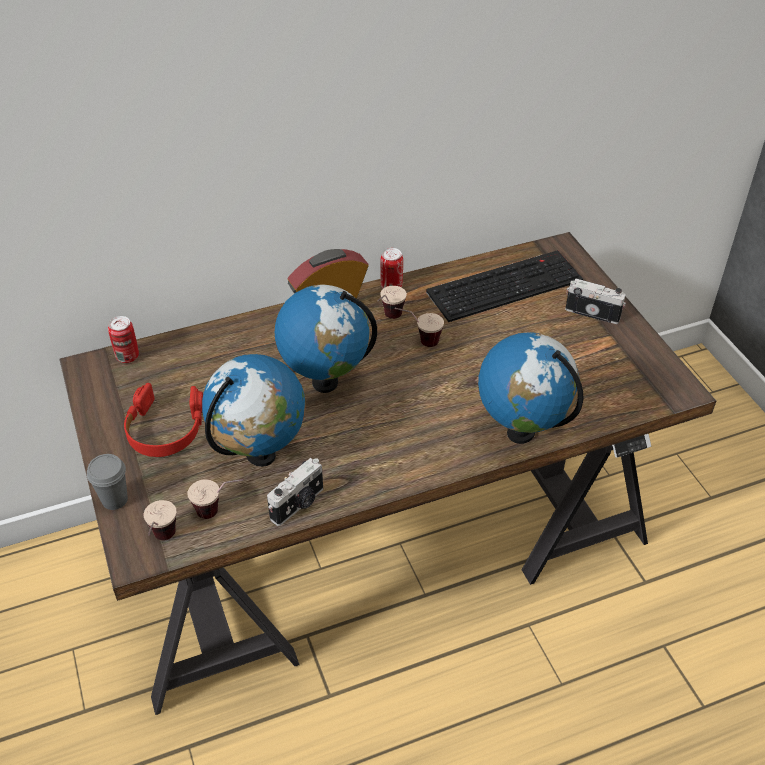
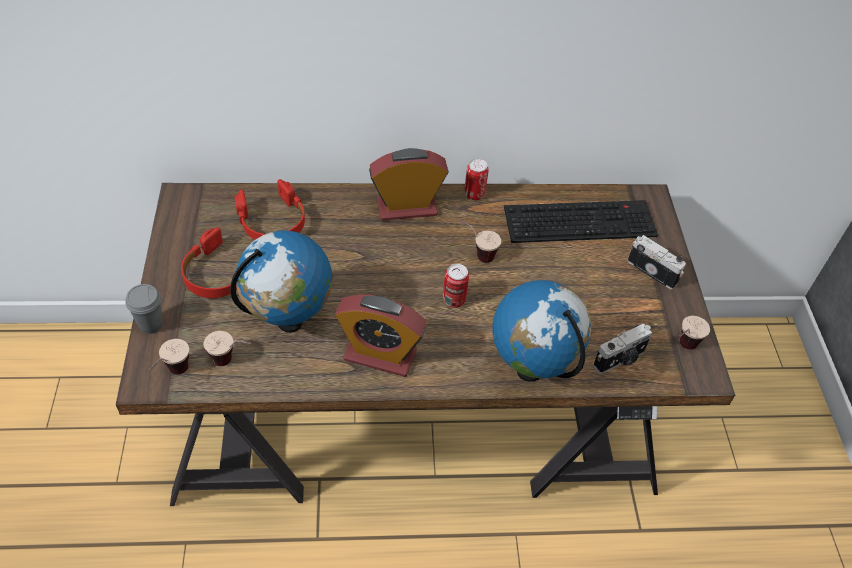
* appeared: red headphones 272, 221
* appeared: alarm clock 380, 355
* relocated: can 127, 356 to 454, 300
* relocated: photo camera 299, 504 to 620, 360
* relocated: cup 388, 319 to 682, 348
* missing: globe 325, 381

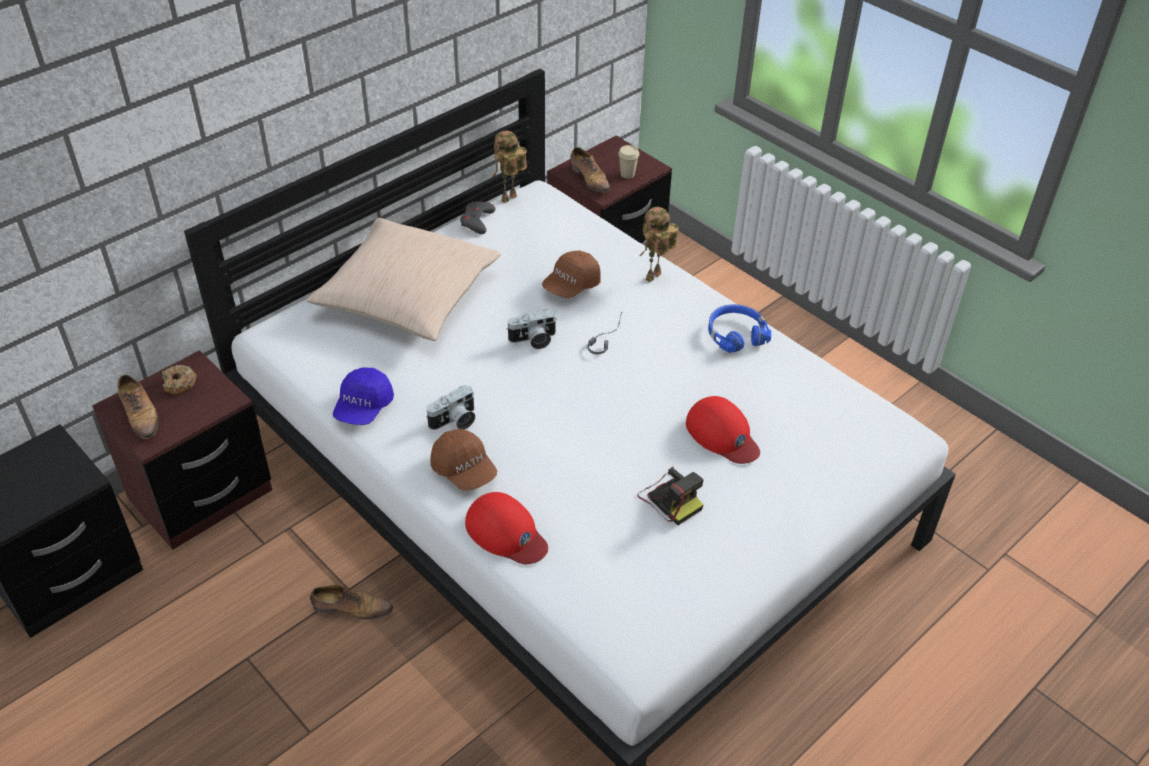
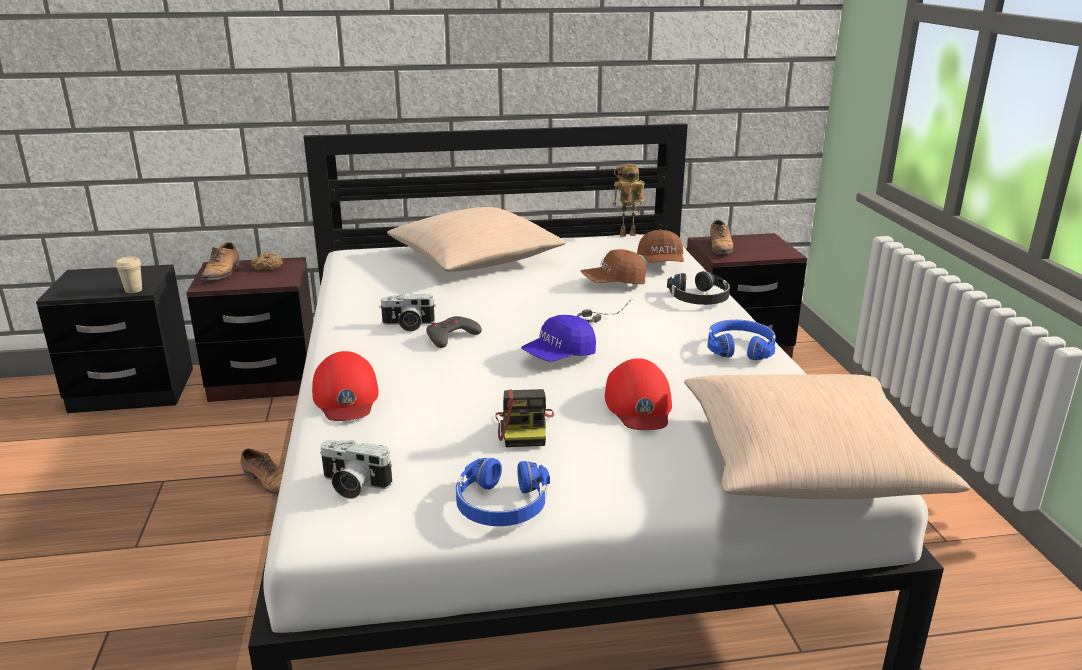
* relocated: beige cup 627, 174 to 133, 290
* relocated: photo camera 533, 340 to 353, 485
* relocated: grey game controller 477, 221 to 451, 336
* appeared: blue headphones 501, 505
* relocated: blue cap 363, 407 to 559, 356
* relocated: brown cap 464, 470 to 661, 262
* exchanged: toy robot 654, 278 to black headphones 699, 298
* appeared: beige pillow 805, 461

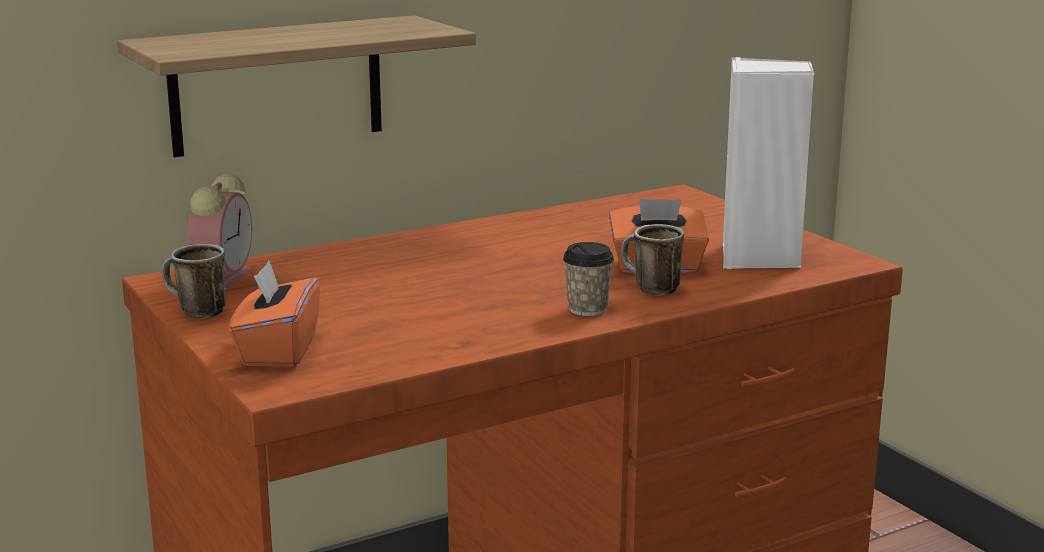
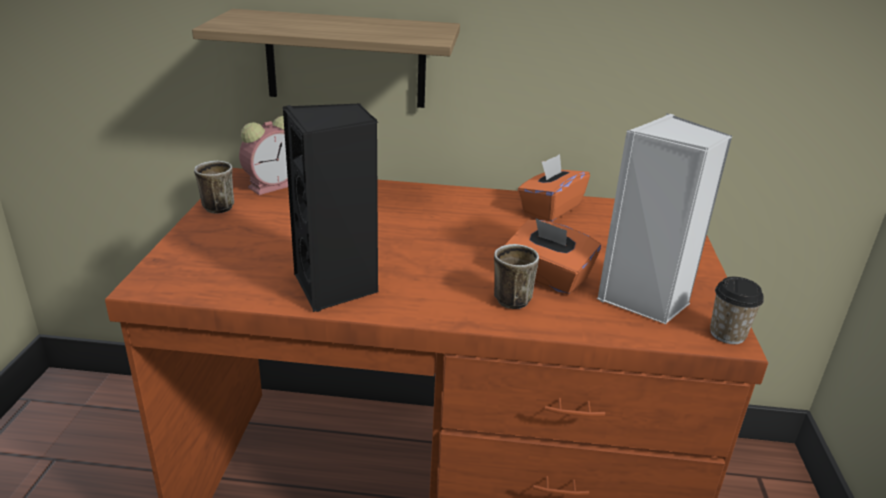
* appeared: black speaker 336, 287
* relocated: orange tissue box 278, 350 to 550, 209
* relocated: cup 587, 309 to 727, 334

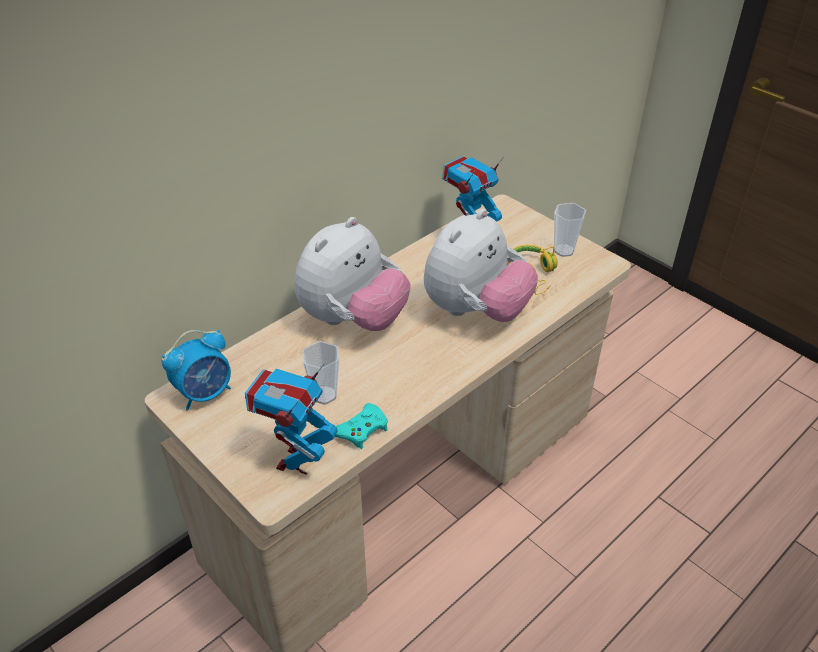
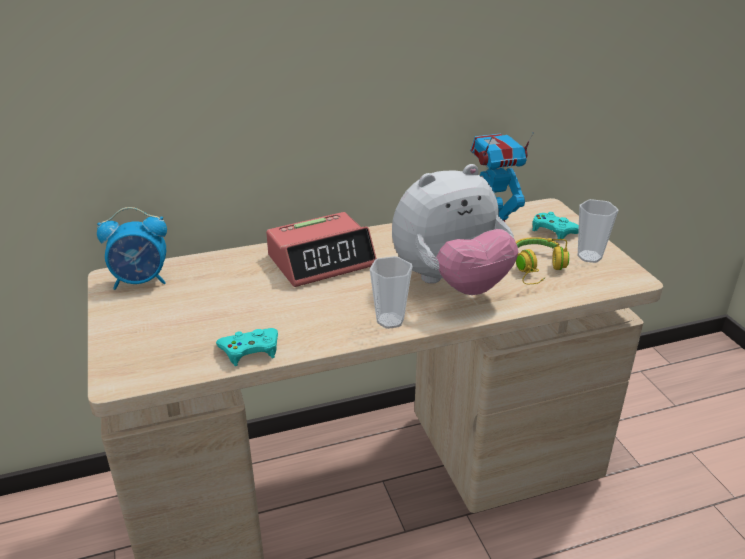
* exchanged: plush toy 353, 319 to alarm clock 322, 260
* relocated: cup 324, 395 to 390, 321
* appeared: turquoise game controller 554, 230
* missing: toy robot 297, 460

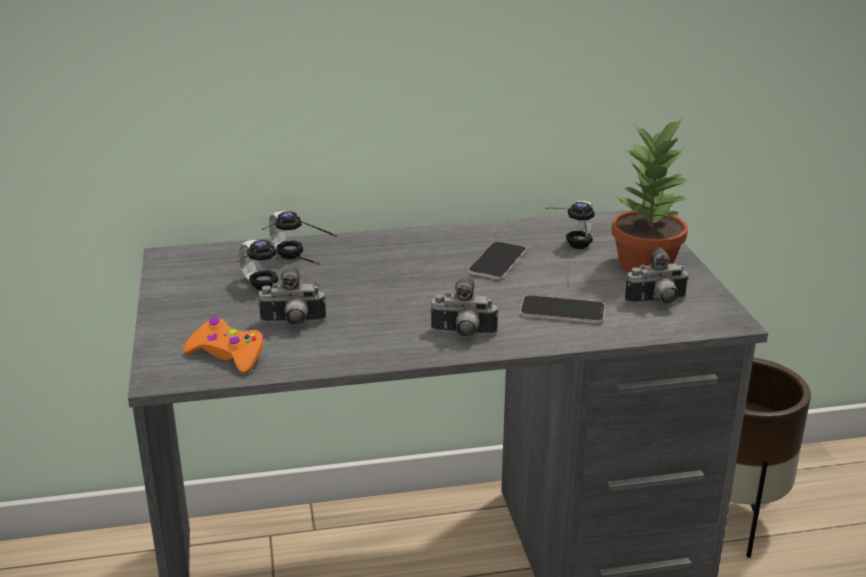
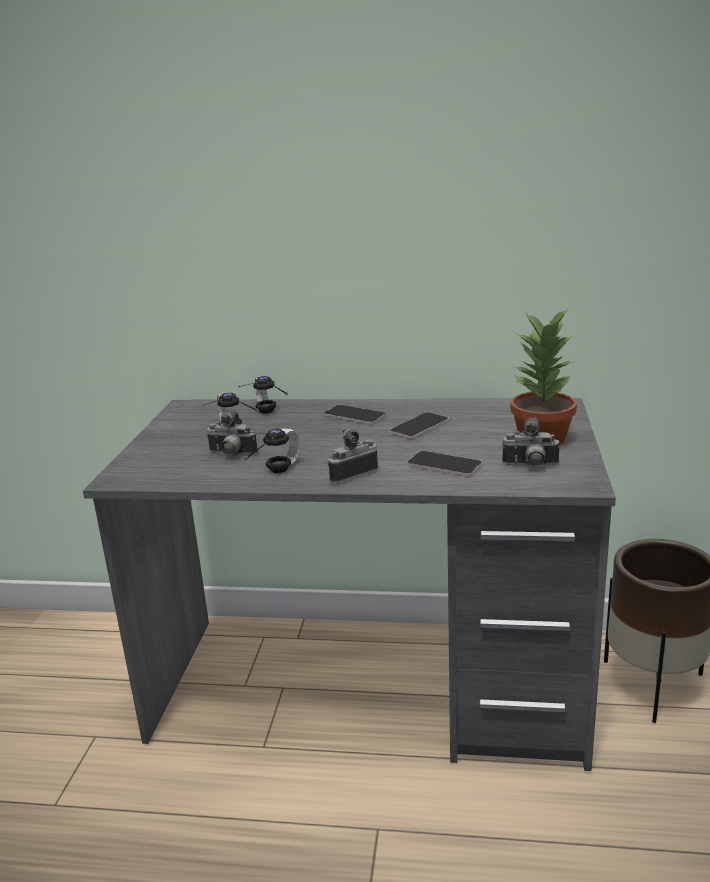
* relocated: headphones 567, 252 to 262, 474
* appeared: phone 354, 415
* spun: photo camera 463, 335 = 351, 474 120 degrees clockwise
* missing: orange game controller 227, 355

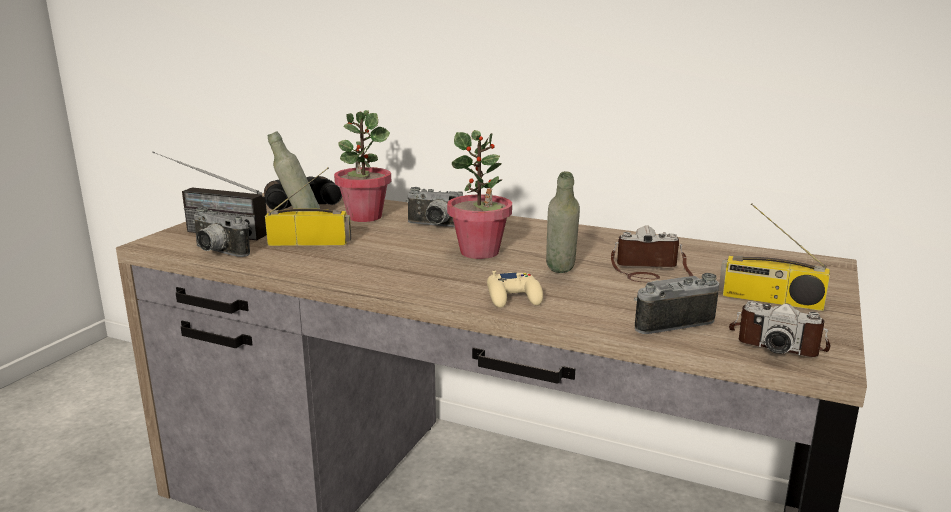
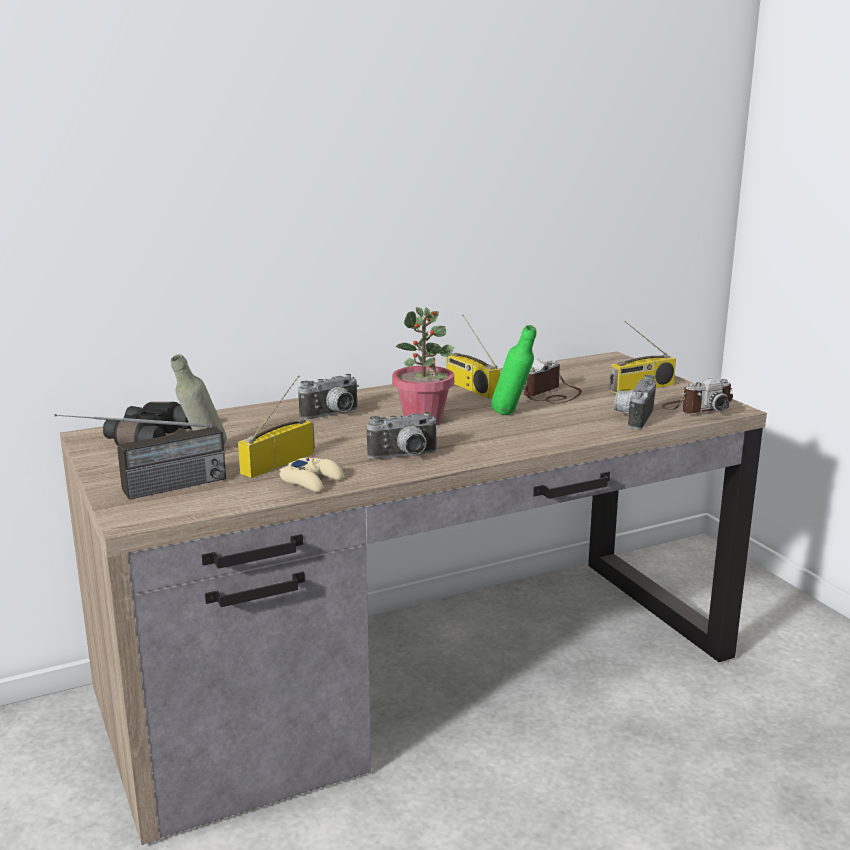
* relocated: beige game controller 514, 297 to 312, 481
* relocated: photo camera 216, 252 to 405, 457
* appeared: radio 470, 388
* colour: grey bottle 560, 274 to green bottle 512, 415
* missing: potted plant 364, 217

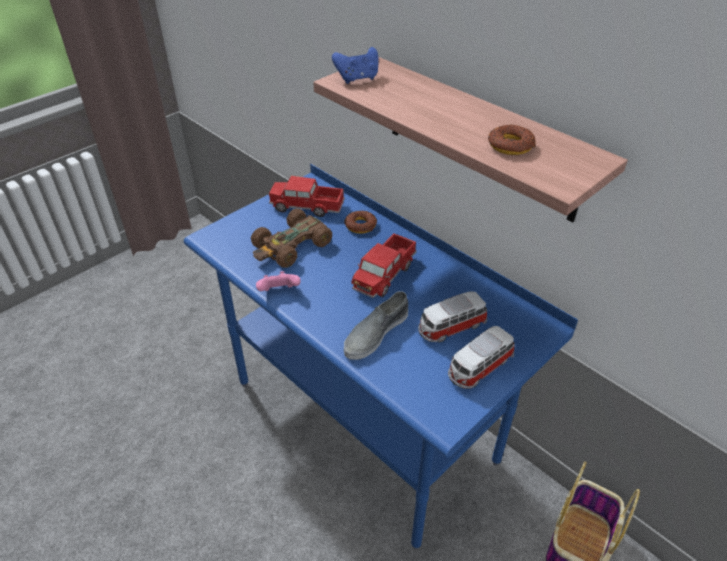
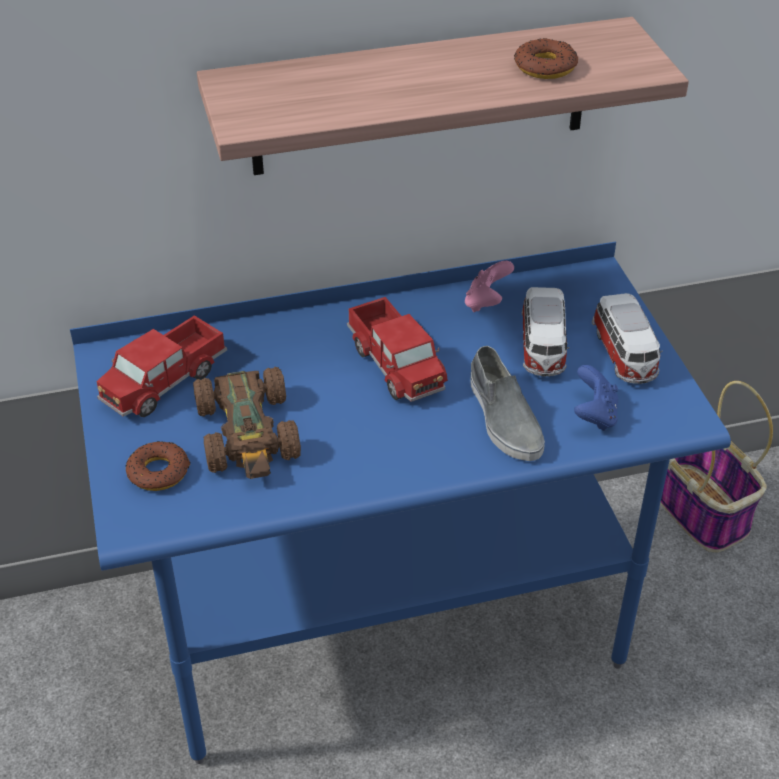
* relocated: donut 360, 225 to 158, 472
* relocated: pink game controller 279, 292 to 487, 302
* relocated: blue game controller 357, 79 to 594, 415

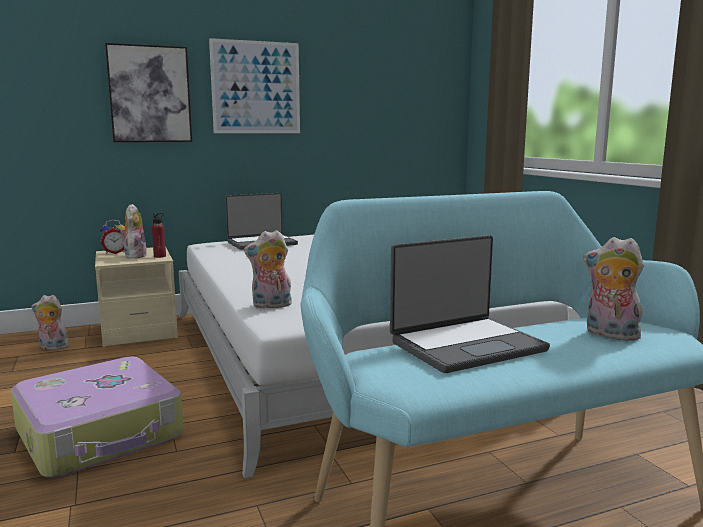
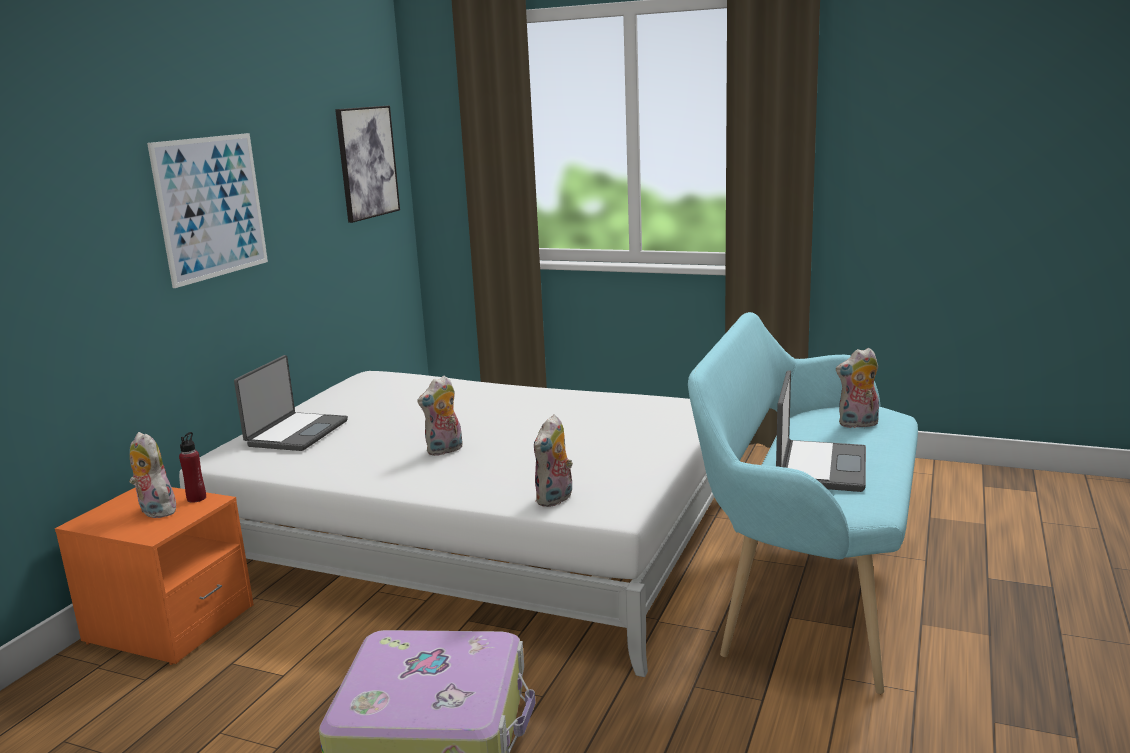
* colour: beige nightstand 139, 331 to orange nightstand 169, 624
* relocated: picture 150, 94 to 367, 162
* relocated: plush toy 52, 347 to 445, 450
* missing: alarm clock 115, 252

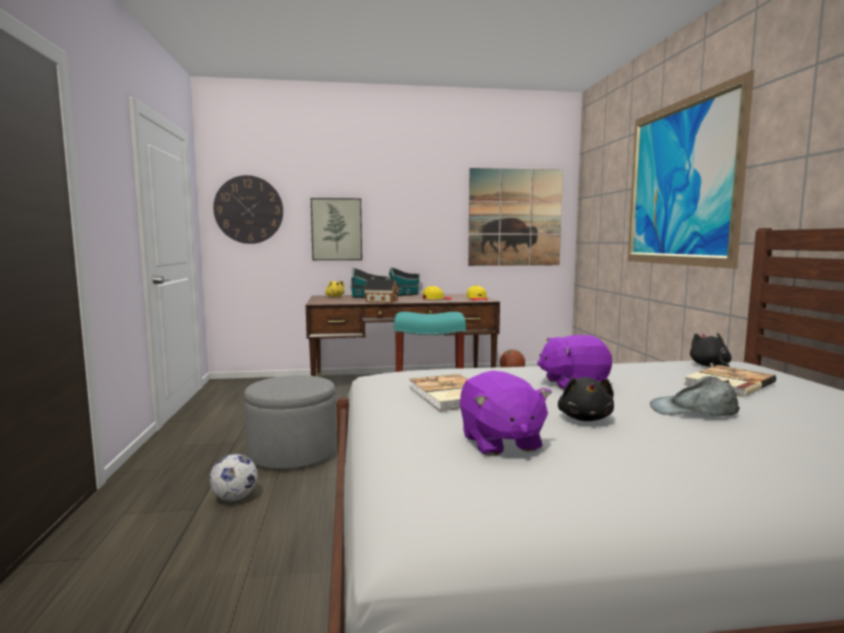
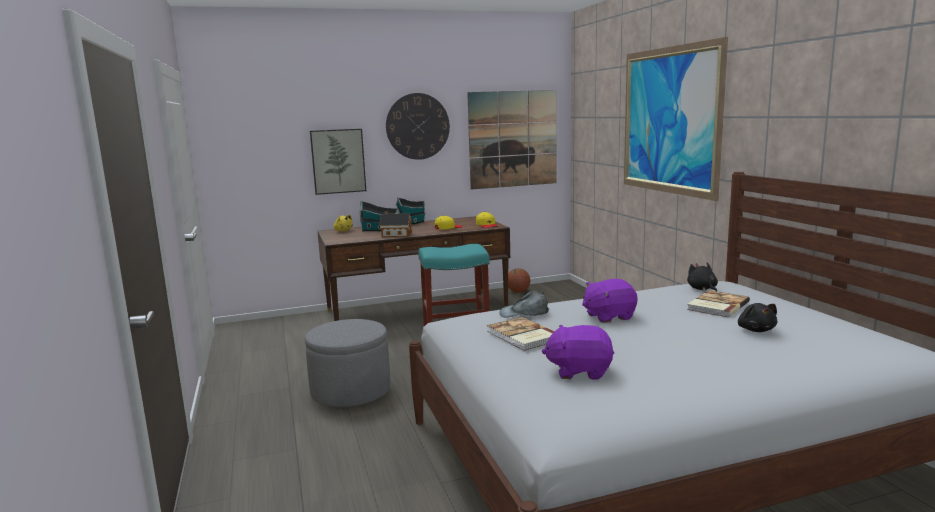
* relocated: wall clock 248, 210 to 417, 126
* relocated: grey cap 693, 410 to 524, 313
* spun: purple plush toy 500, 442 = 579, 371 120 degrees clockwise
* relocated: black plush toy 585, 418 to 755, 330
* missing: football 234, 498

